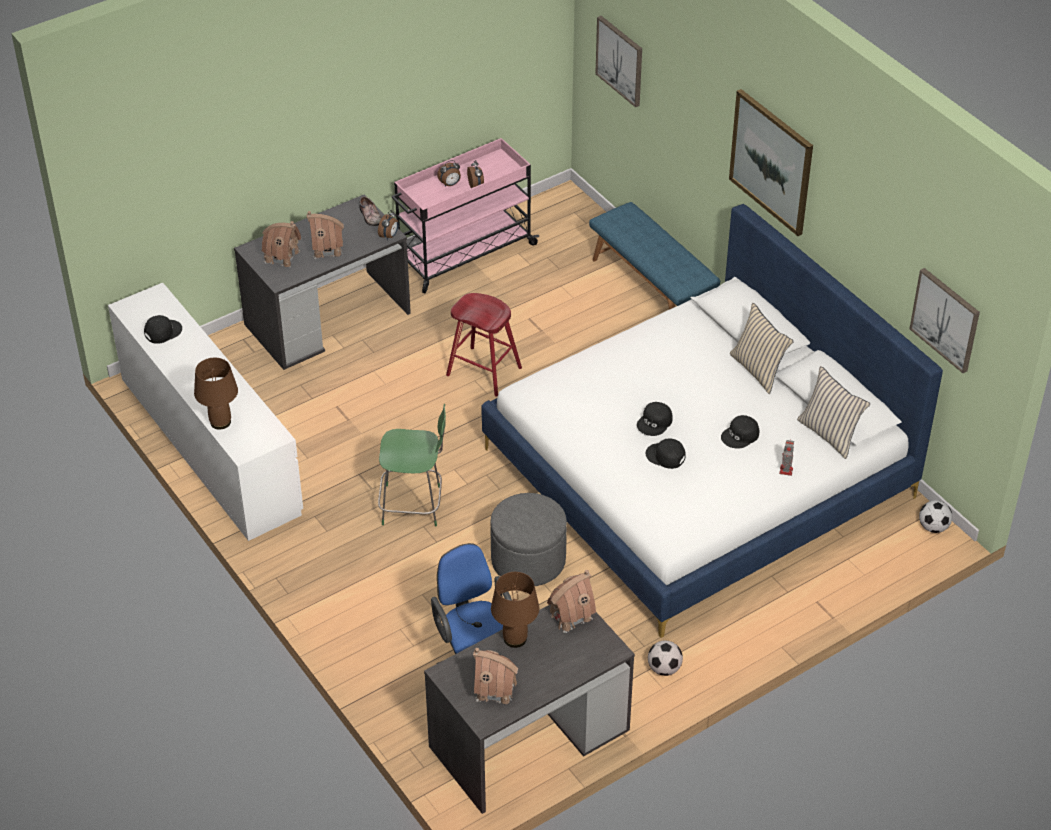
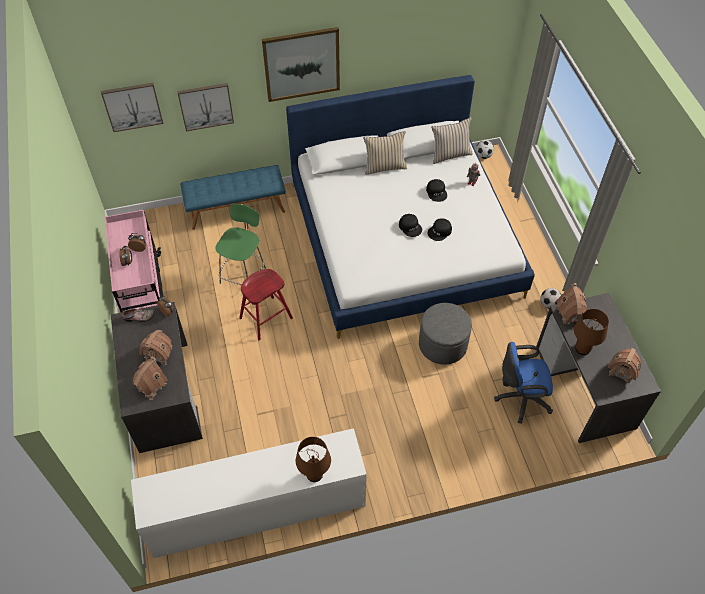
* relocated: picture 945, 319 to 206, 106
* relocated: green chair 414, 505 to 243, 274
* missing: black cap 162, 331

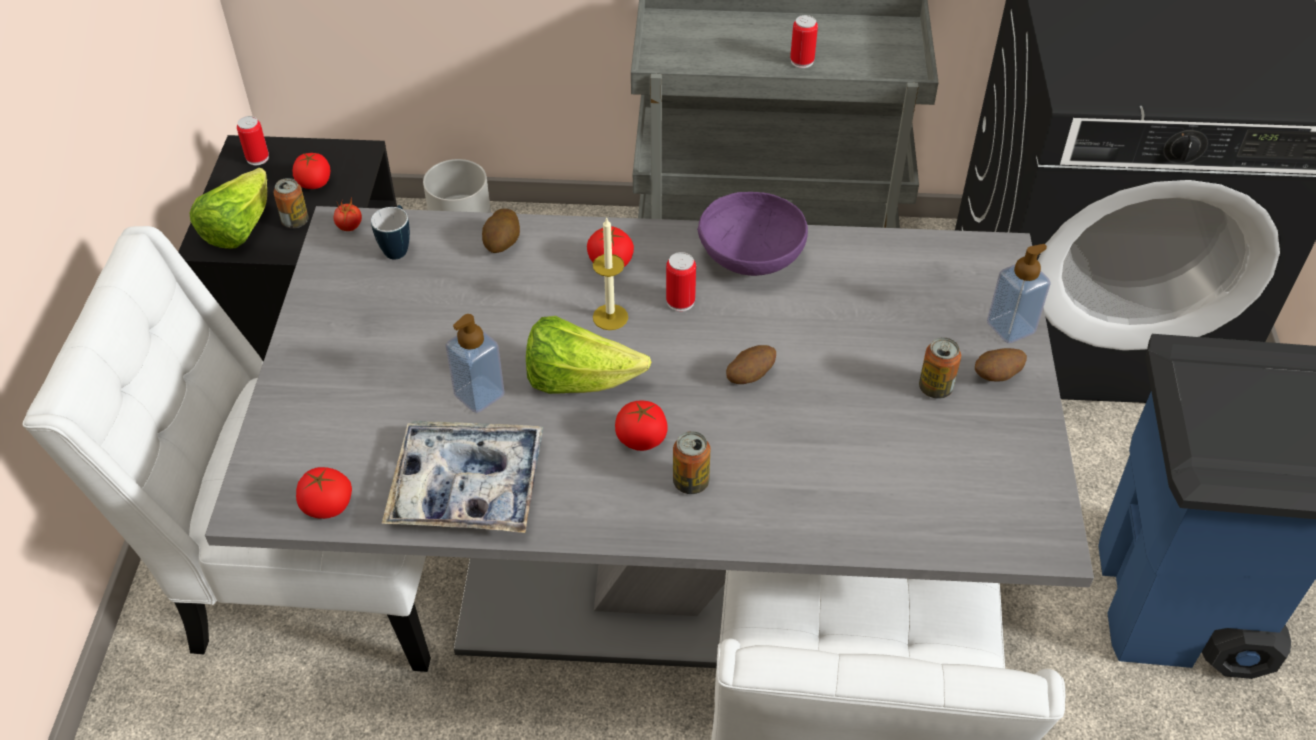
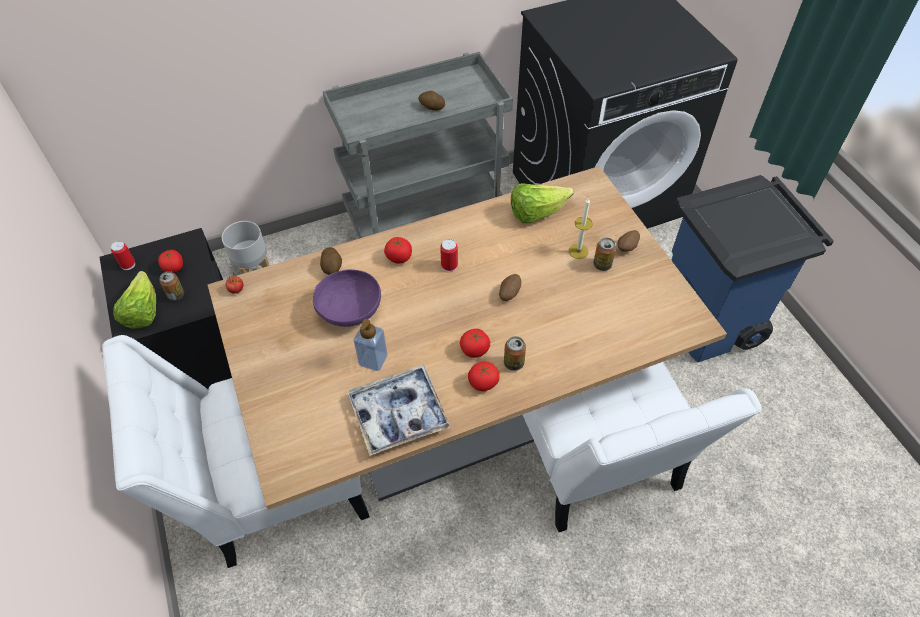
* colour: grey dining table 657, 574 to brown dining table 461, 411
* relocated: purple bowl 750, 259 to 350, 311
* exchanged: can 802, 61 to potato 431, 107
* relocated: tomato 327, 506 to 483, 383
* relocated: lettuce 579, 381 to 536, 213
* relocated: candle 610, 317 to 578, 251
* missing: mug 398, 248
* missing: soap dispenser 1010, 327

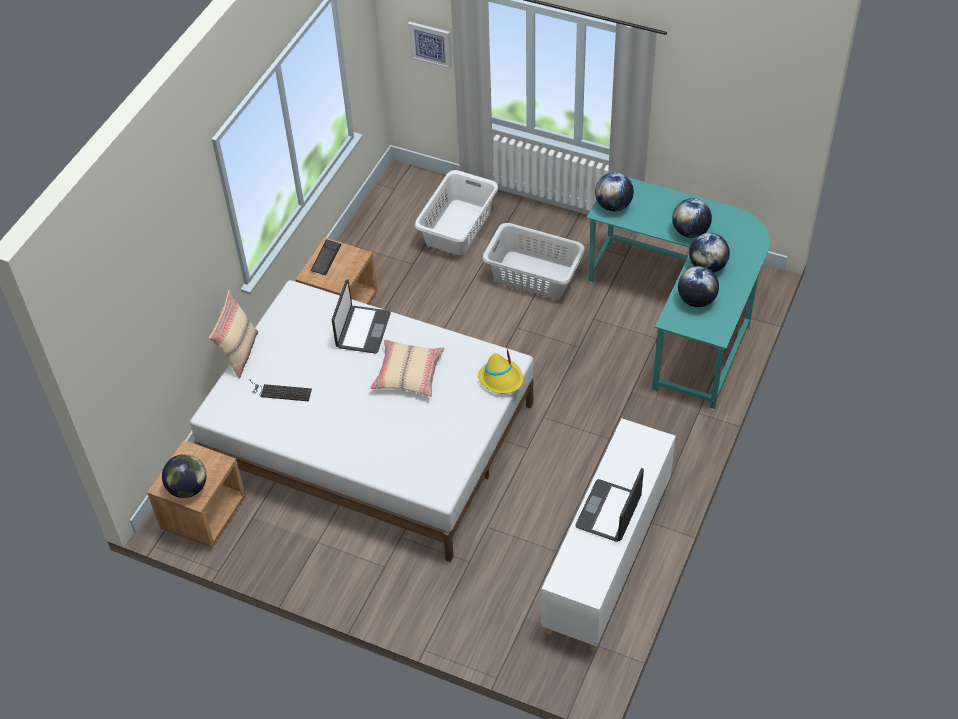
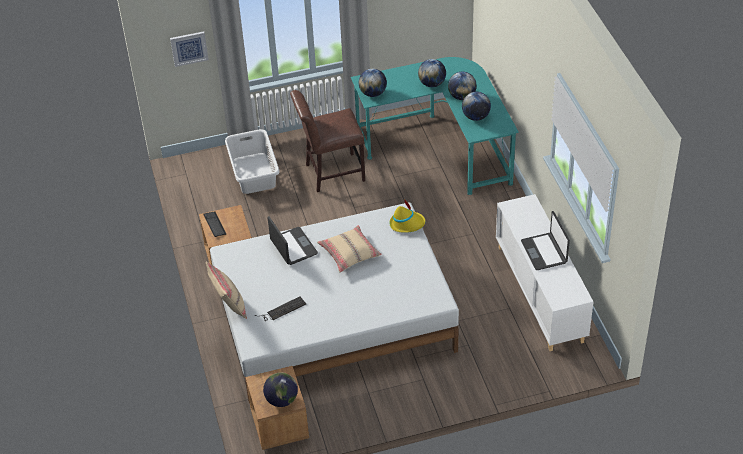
* exchanged: grey laundry basket 533, 274 to brown chair 331, 173

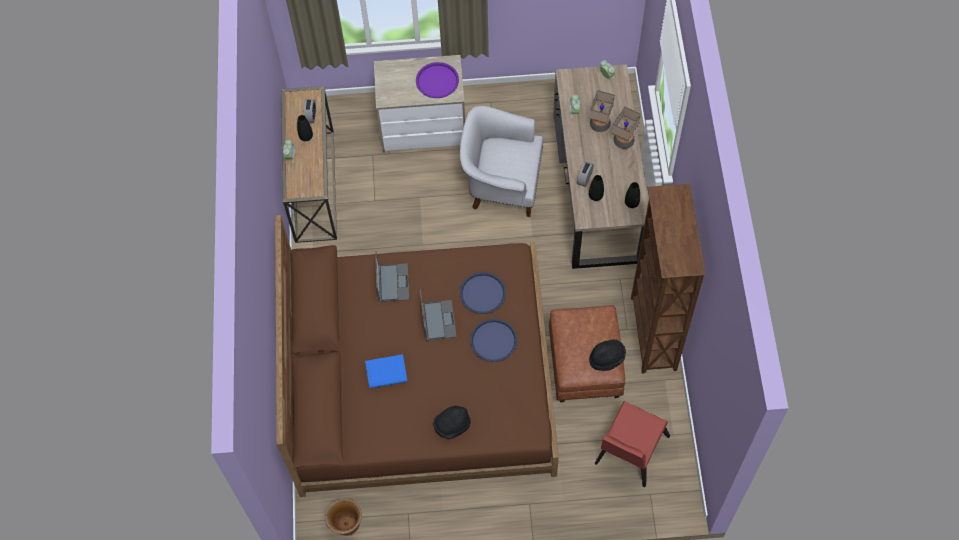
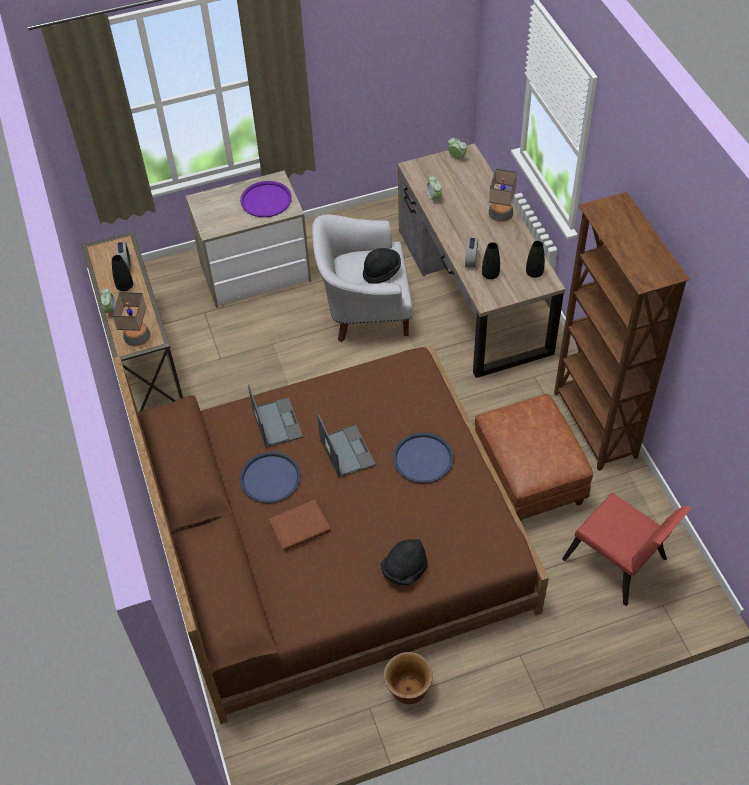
* relocated: table lamp 600, 124 to 137, 338
* relocated: blue tray 482, 293 to 270, 478
* colour: blue book 386, 371 to brown book 299, 525
* relocated: black hat 607, 358 to 381, 272
* relocated: brown planter 346, 524 to 408, 691
* spun: red chair 629, 453 = 618, 564 60 degrees counterclockwise

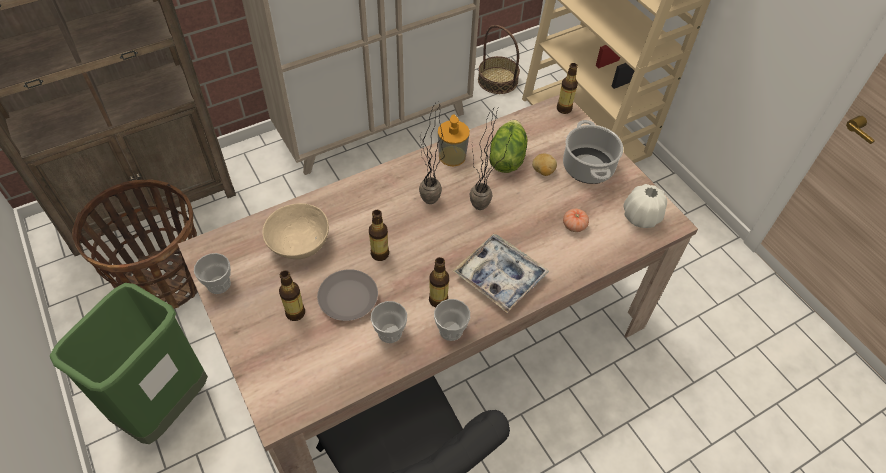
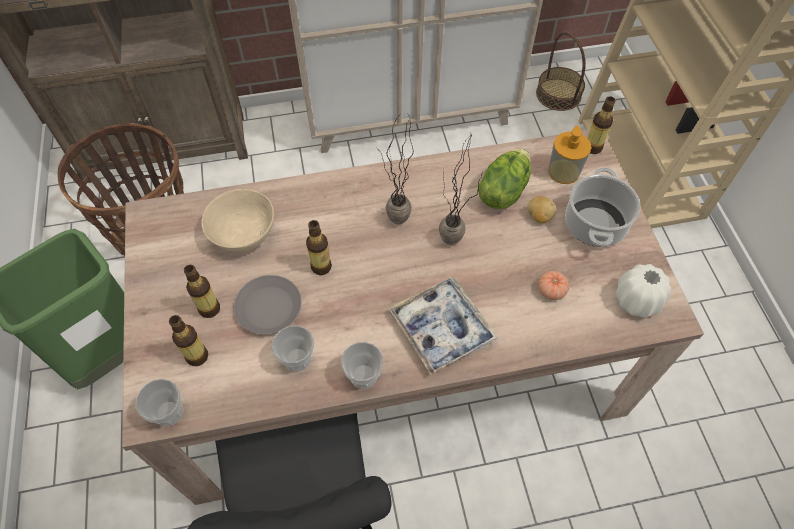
* relocated: cup 219, 284 to 168, 412
* relocated: bottle 438, 300 to 197, 356
* relocated: soap dispenser 452, 156 to 563, 172

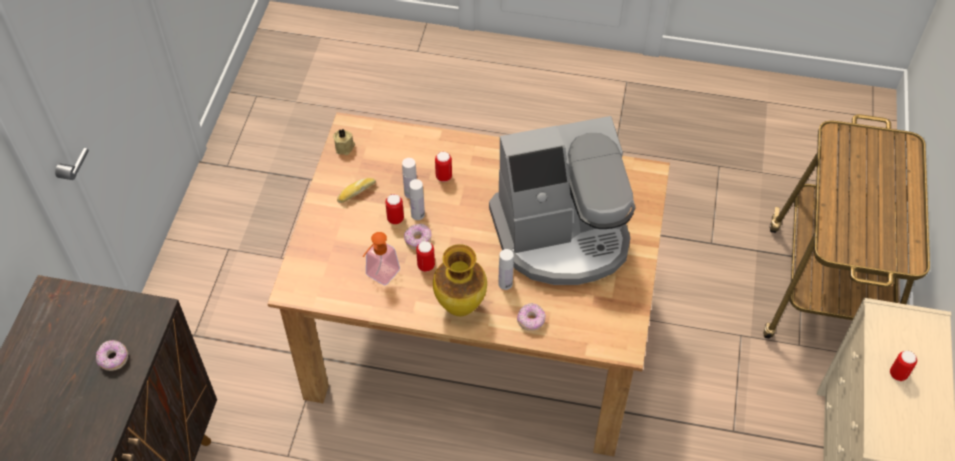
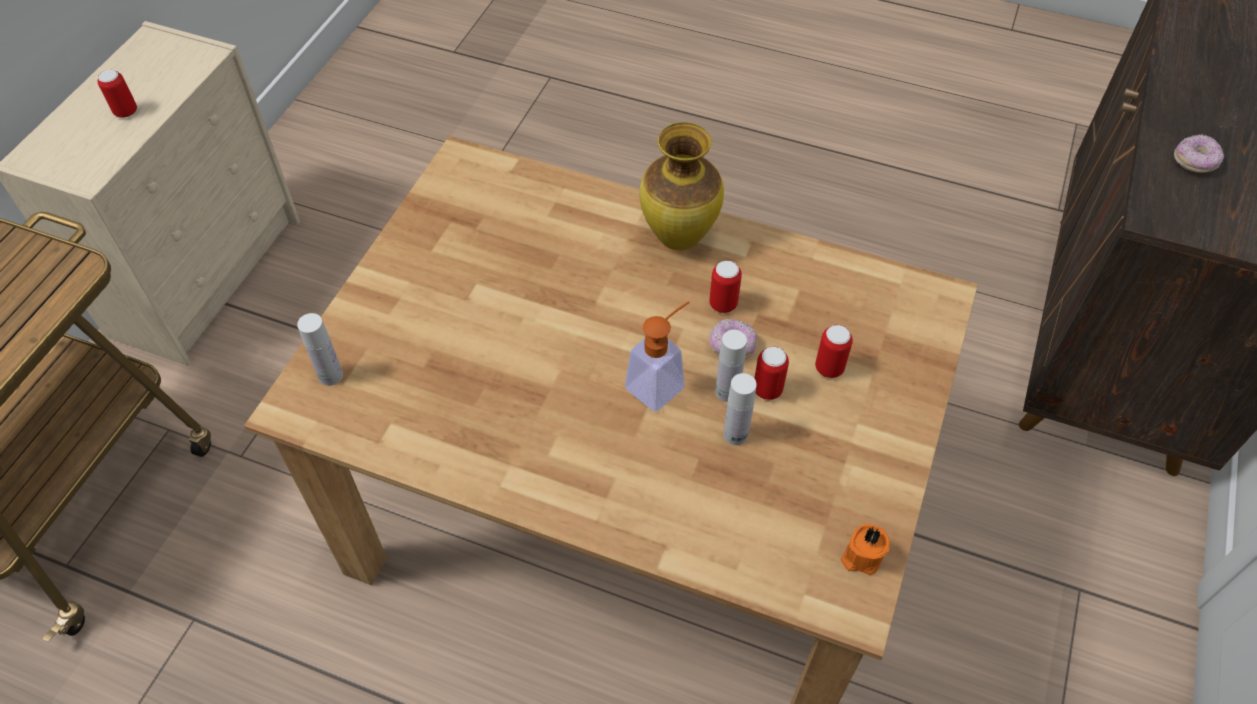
* relocated: white bottle 505, 284 to 330, 375
* relocated: soap dispenser 379, 276 to 661, 382
* relocated: can 443, 176 to 829, 368
* colour: beige candle 345, 147 to orange candle 861, 556
* missing: bread 356, 192
* missing: coffee machine 562, 235
* missing: donut 531, 321

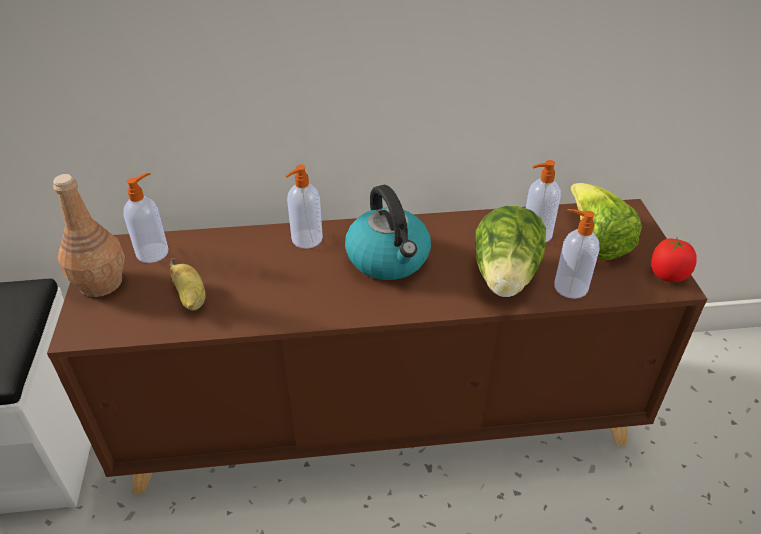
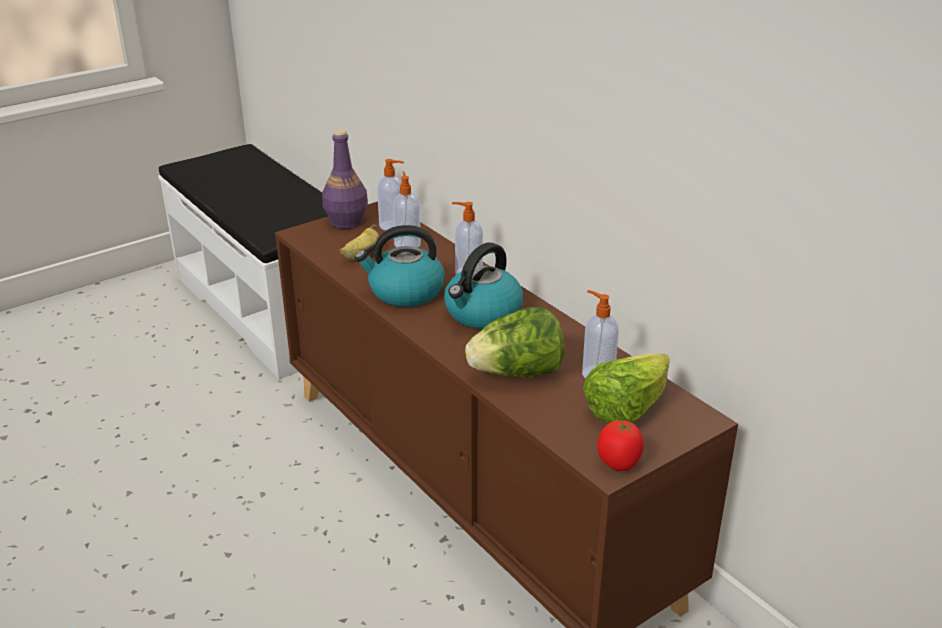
* colour: brown bottle 101, 283 to purple bottle 346, 222
* appeared: kettle 405, 292
* relocated: soap dispenser 569, 287 to 407, 244

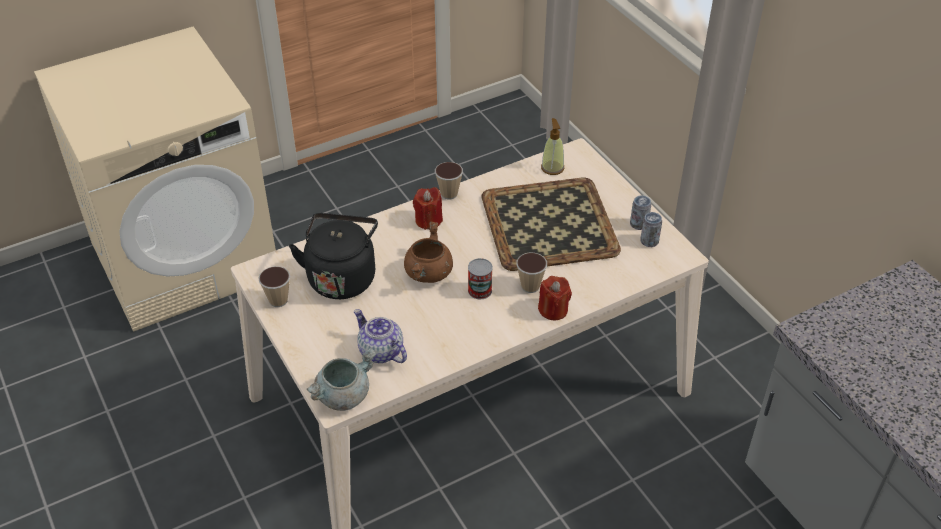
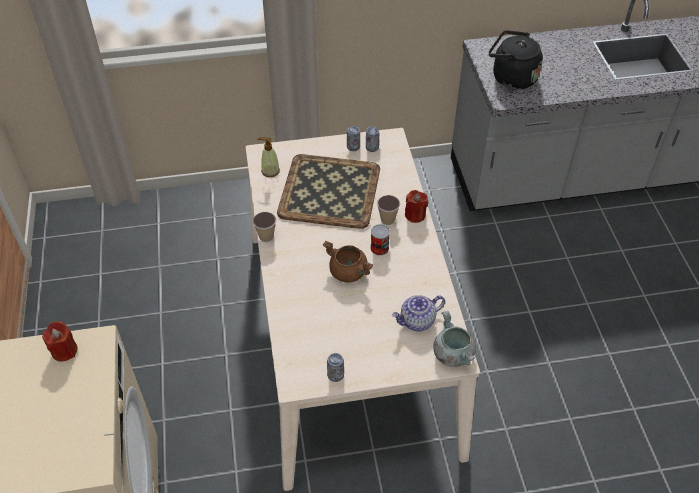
* relocated: red candle 428, 220 to 64, 350
* exchanged: cup 278, 300 to can 335, 375
* relocated: black kettle 342, 276 to 511, 78

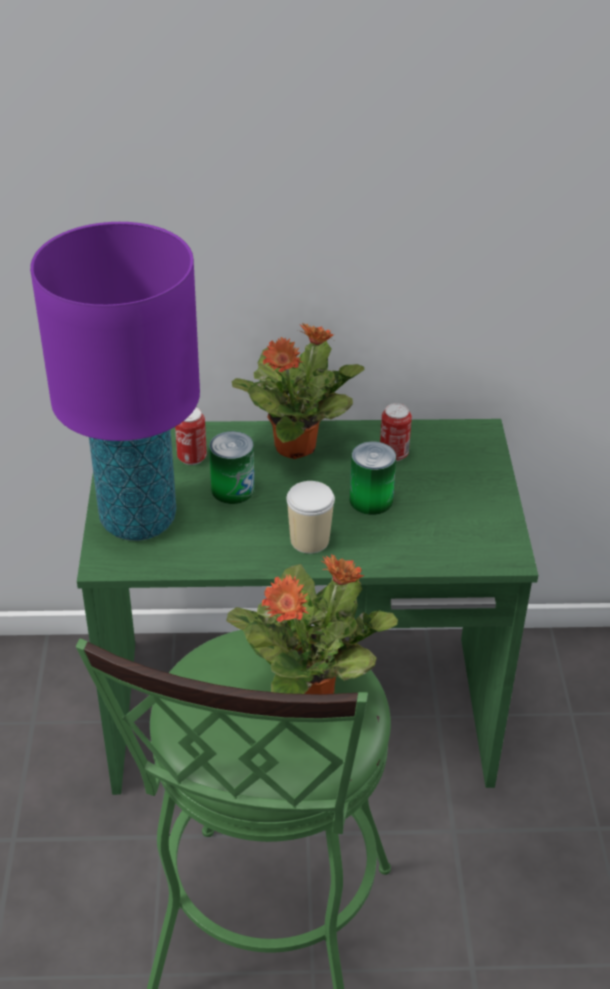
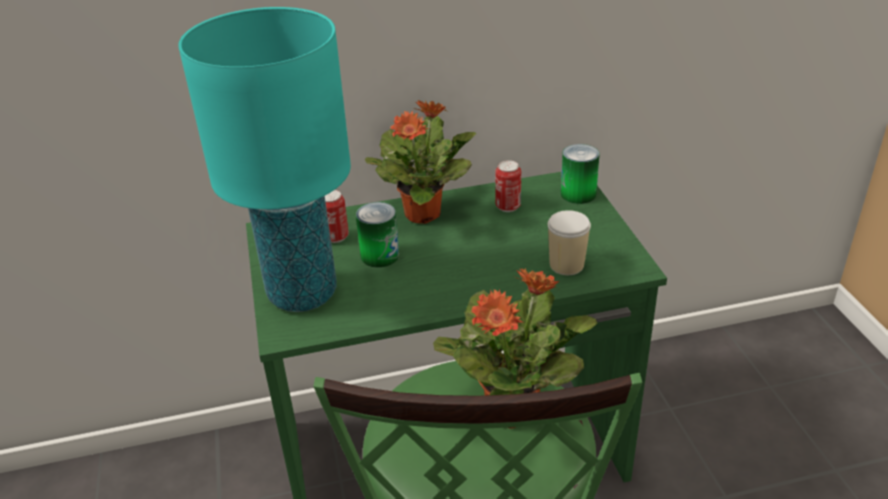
* colour: purple table lamp 137, 519 to turquoise table lamp 302, 294
* relocated: cup 309, 540 to 566, 265
* relocated: can 371, 500 to 578, 194

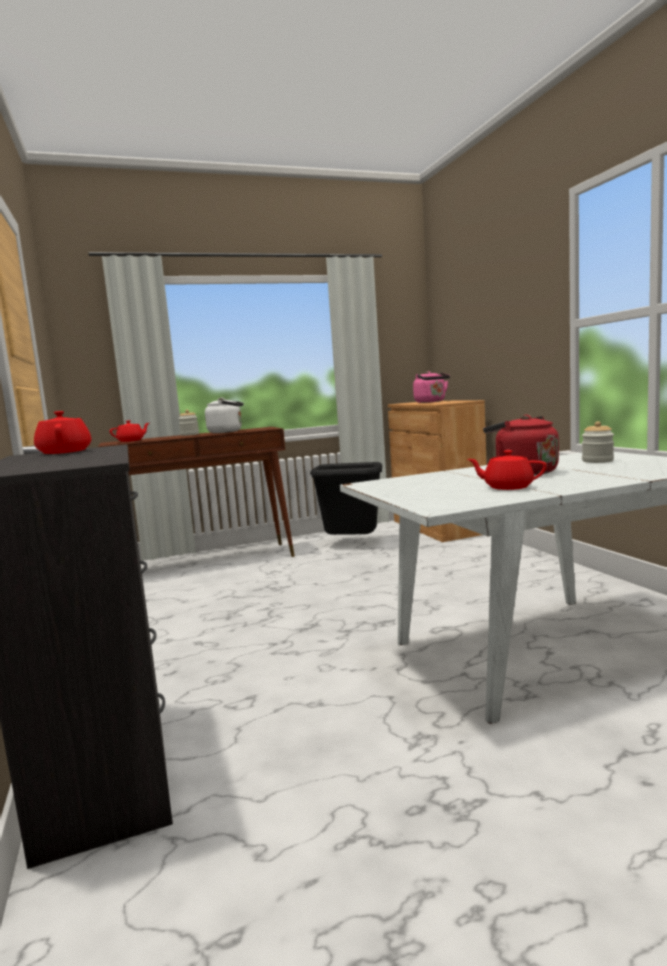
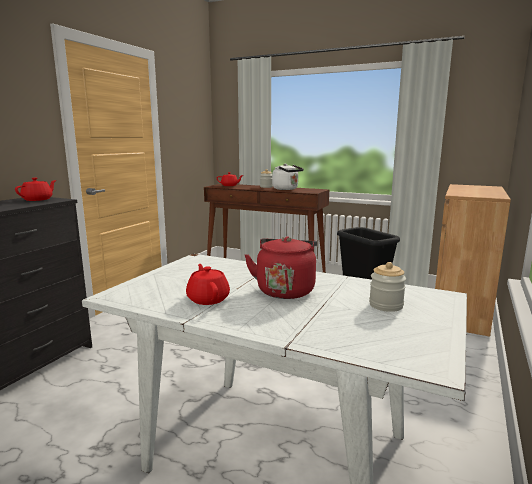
* missing: pink kettle 431, 402

